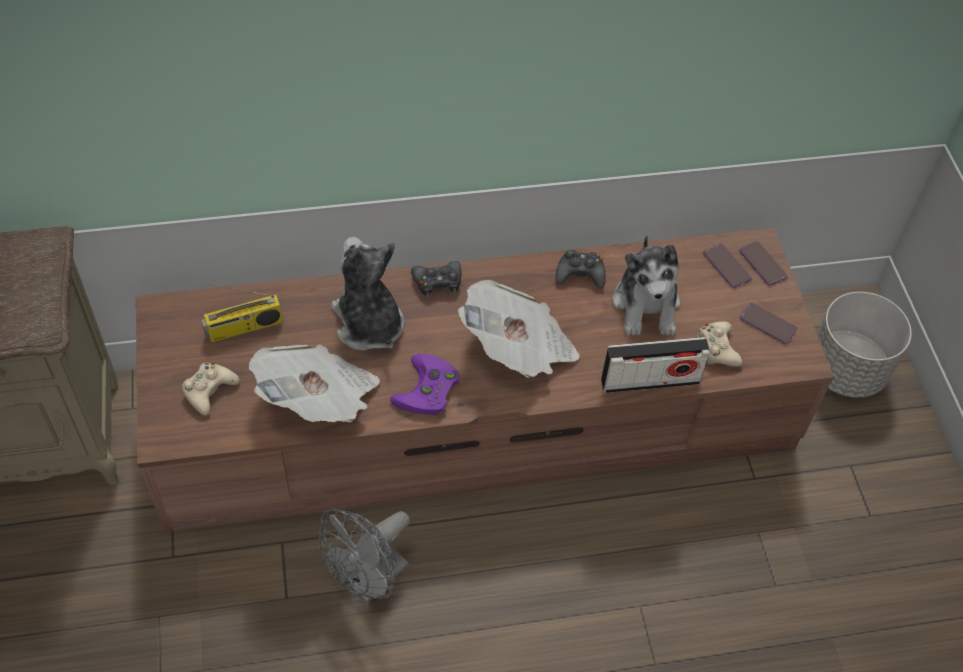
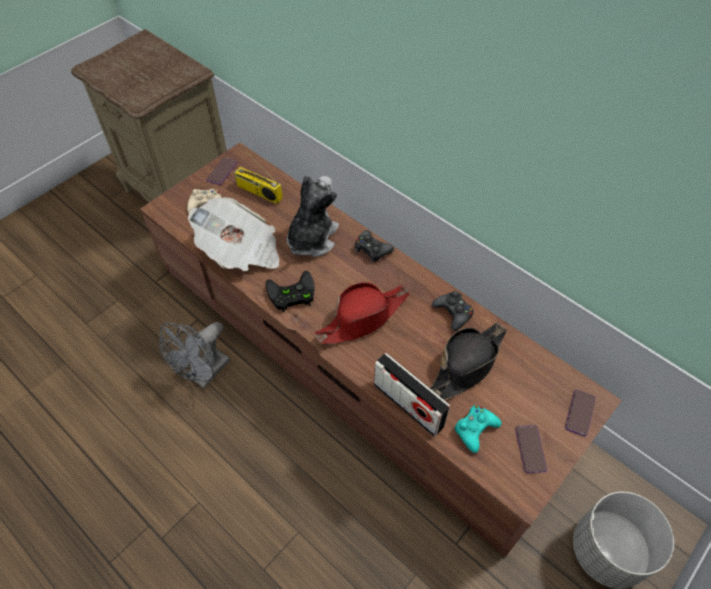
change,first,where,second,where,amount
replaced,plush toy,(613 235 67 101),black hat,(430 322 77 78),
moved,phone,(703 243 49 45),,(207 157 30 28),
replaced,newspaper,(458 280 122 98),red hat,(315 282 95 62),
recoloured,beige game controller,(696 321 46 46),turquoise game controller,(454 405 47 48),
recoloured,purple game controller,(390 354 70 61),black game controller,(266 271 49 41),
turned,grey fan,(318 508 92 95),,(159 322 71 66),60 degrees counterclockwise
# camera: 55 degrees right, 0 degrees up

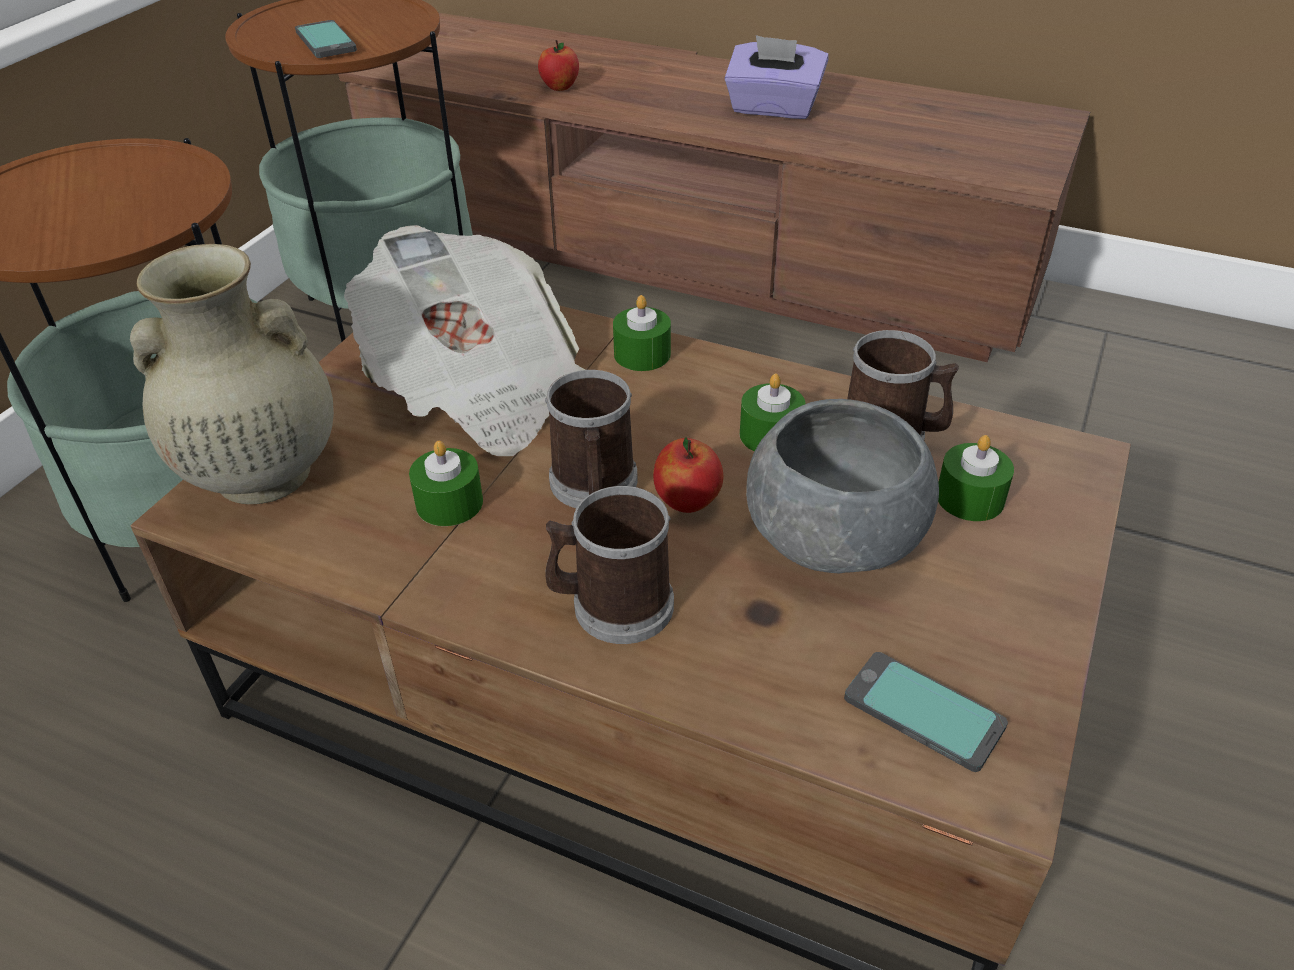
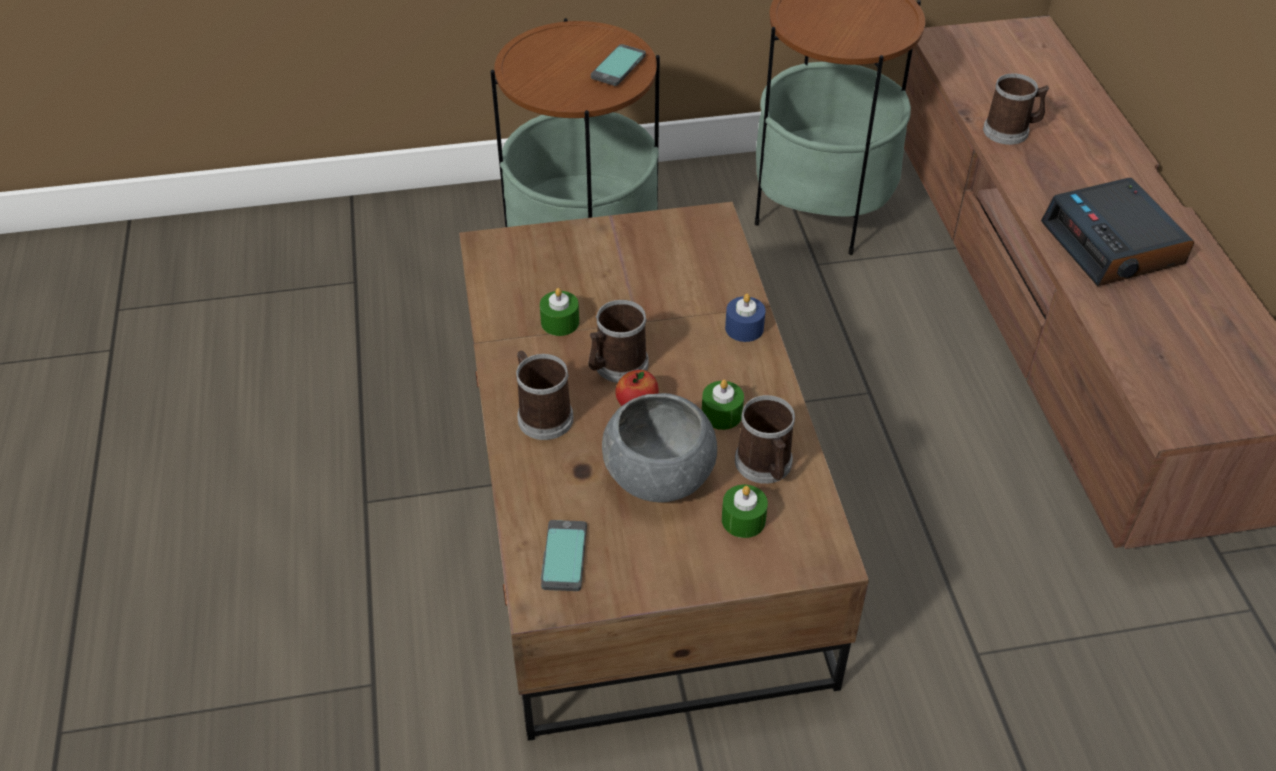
change,first,where,second,where,amount
moved,phone,(295 20 62 38),,(591 44 55 42),
replaced,purple tissue box,(724 35 105 84),alarm clock,(1041 178 153 108),
replaced,apple,(538 40 41 51),mug,(983 73 66 72),
removed,newspaper,(344 225 241 231),,,
removed,beige vase,(130 244 204 260),,,
recoloured,green candle,(613 295 58 76),blue candle,(725 294 41 48),
# camera: 55 degrees right, 5 degrees up

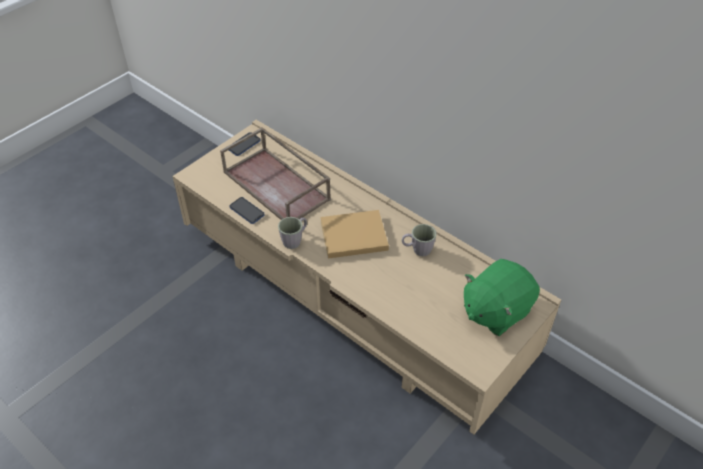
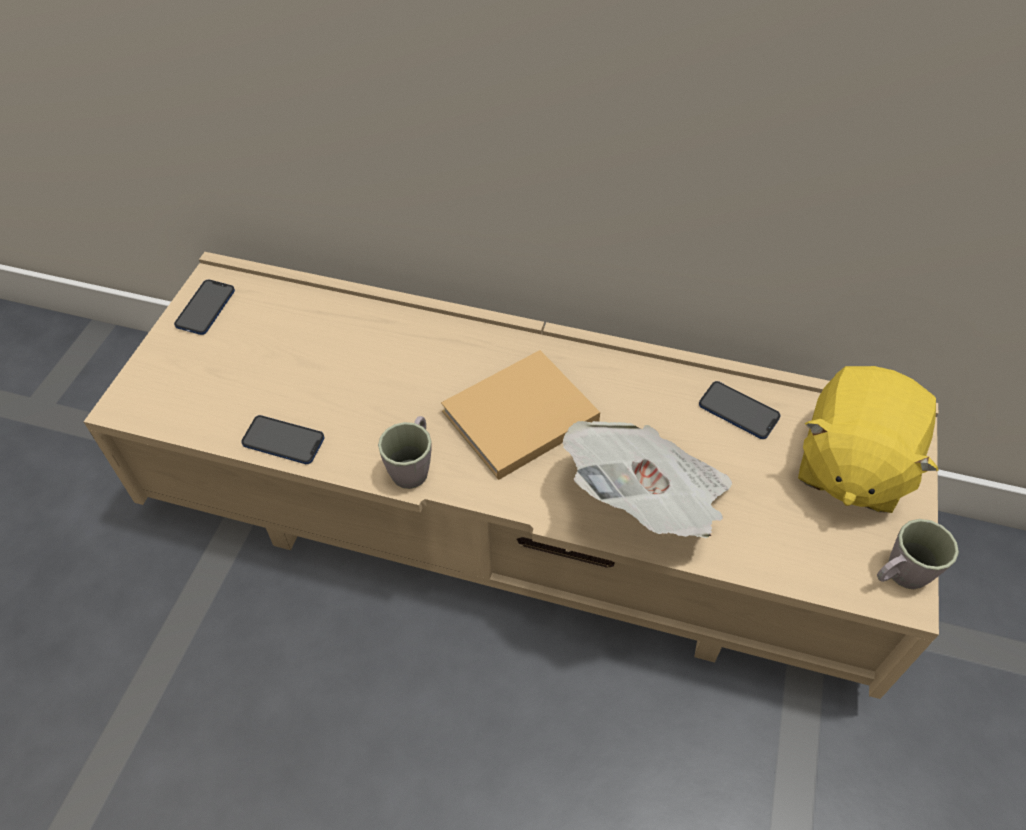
change,first,where,second,where,amount
removed,brown tray,(220 127 111 93),,,
moved,grey mug,(402 224 35 32),,(877 519 82 70),
recoloured,green plush toy,(464 259 76 77),yellow plush toy,(798 366 141 147),
added,,,phone,(699 381 81 58),
added,,,newspaper,(563 421 169 118),
# camera: 25 degrees left, 5 degrees up

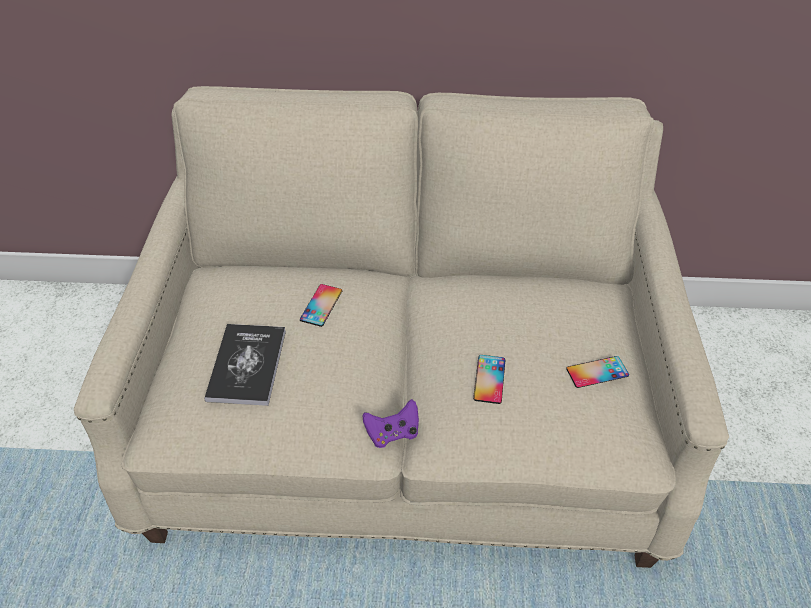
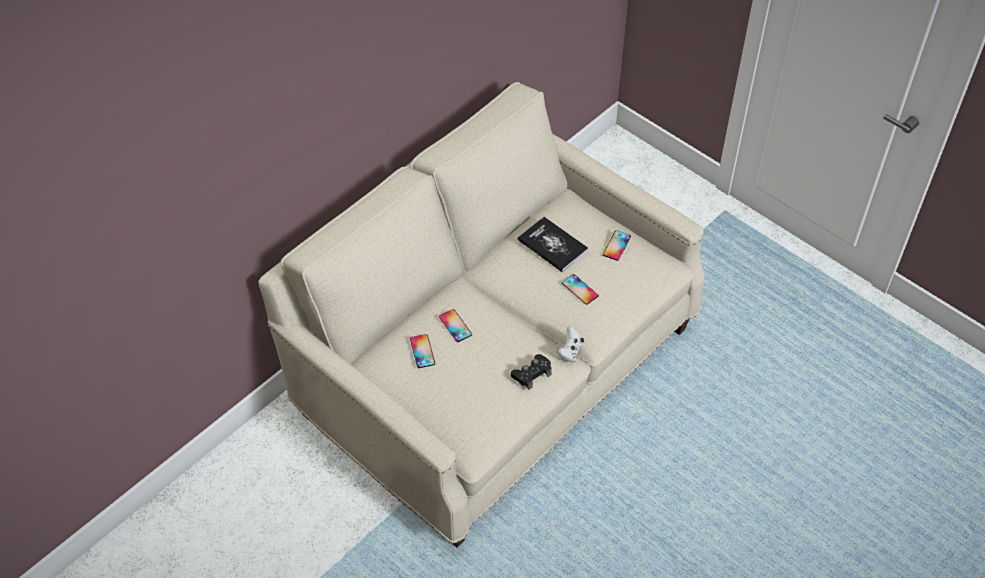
change,first,where,second,where,amount
moved,book,(204 324 82 82),,(518 217 70 55),
recoloured,purple game controller,(362 399 57 49),white game controller,(557 326 27 37),
added,,,phone,(410 334 25 34),
added,,,black game controller,(511 354 41 36),
# camera: 50 degrees left, 5 degrees up

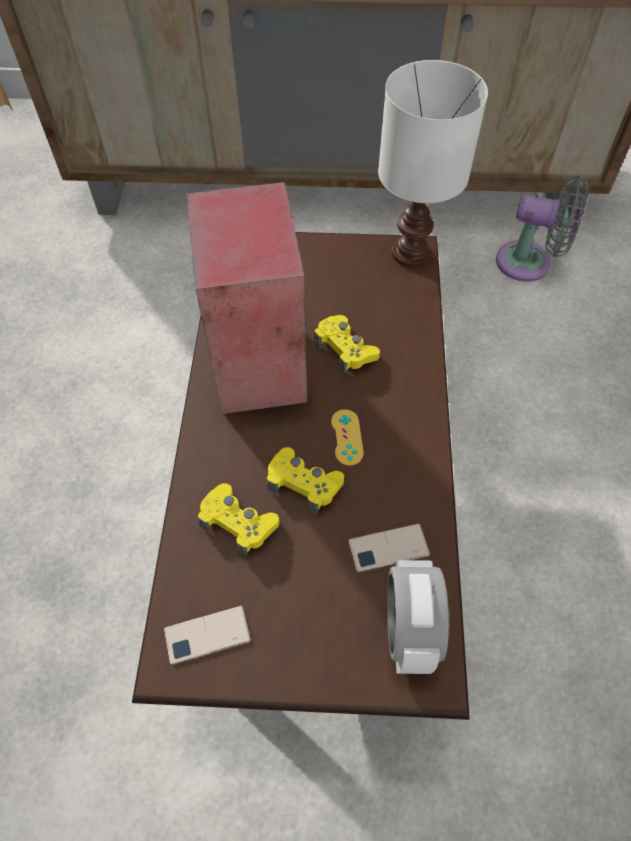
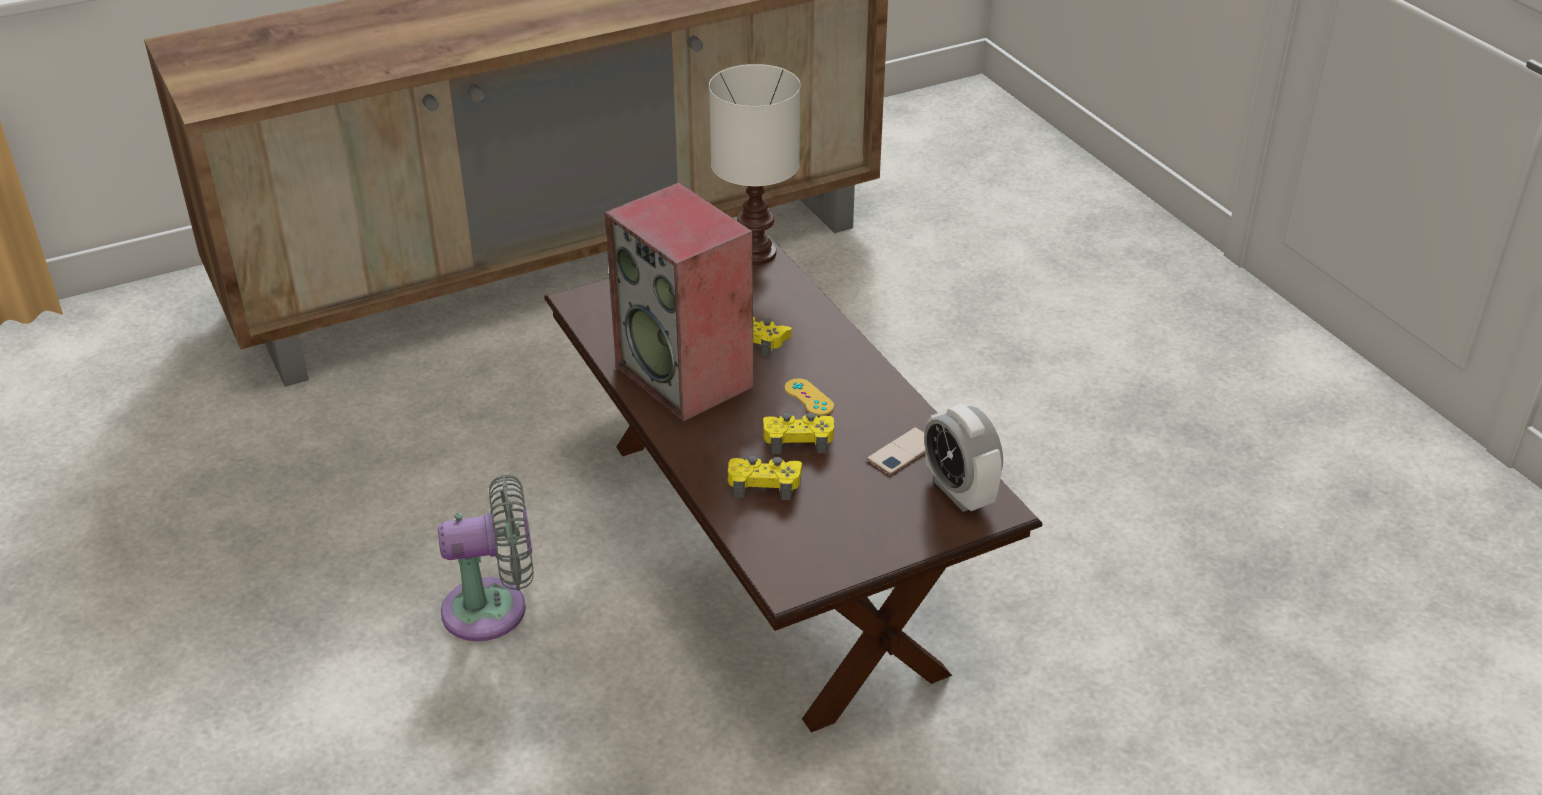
change,first,where,second,where,amount
moved,grey fan,(496 176 93 106),,(438 475 96 166),
removed,phone,(164 606 87 59),,,
# camera: 30 degrees left, 20 degrees down

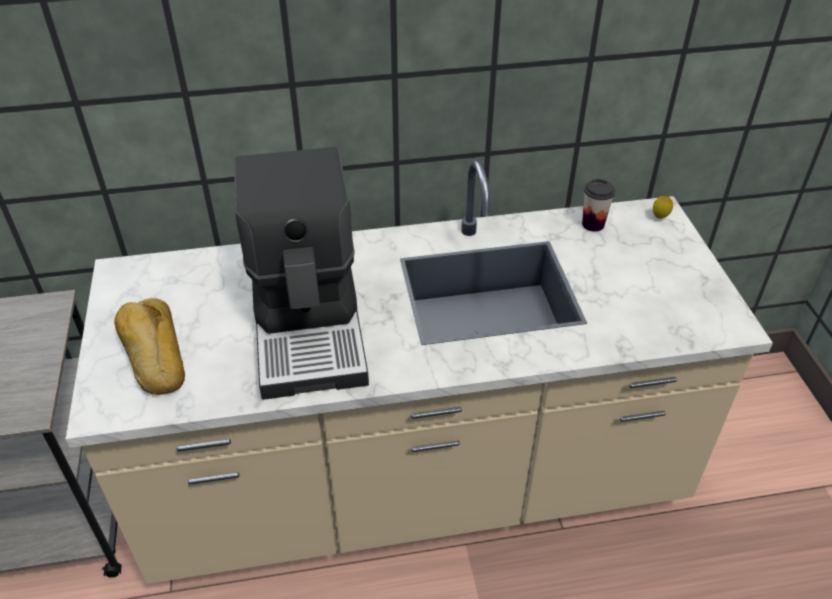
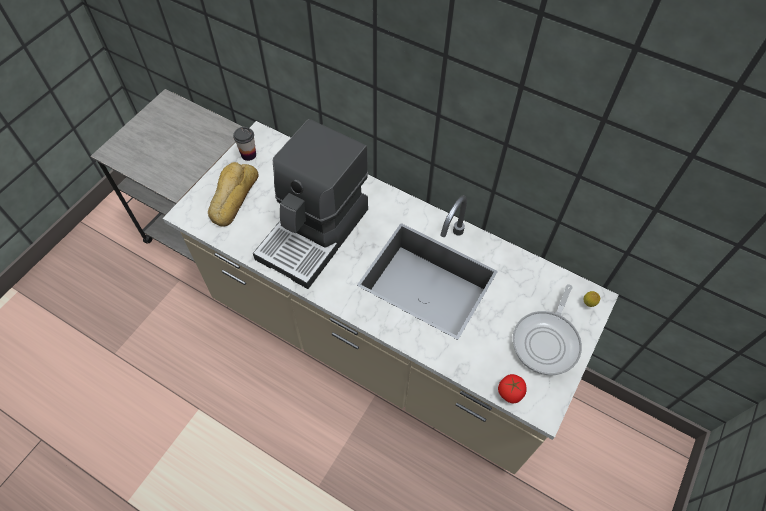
change,first,where,second,where,amount
moved,cup,(582 179 33 53),,(233 127 23 34),
added,,,frying pan,(513 284 69 91),
added,,,tomato,(498 374 29 29),
# camera: 40 degrees right, 15 degrees up

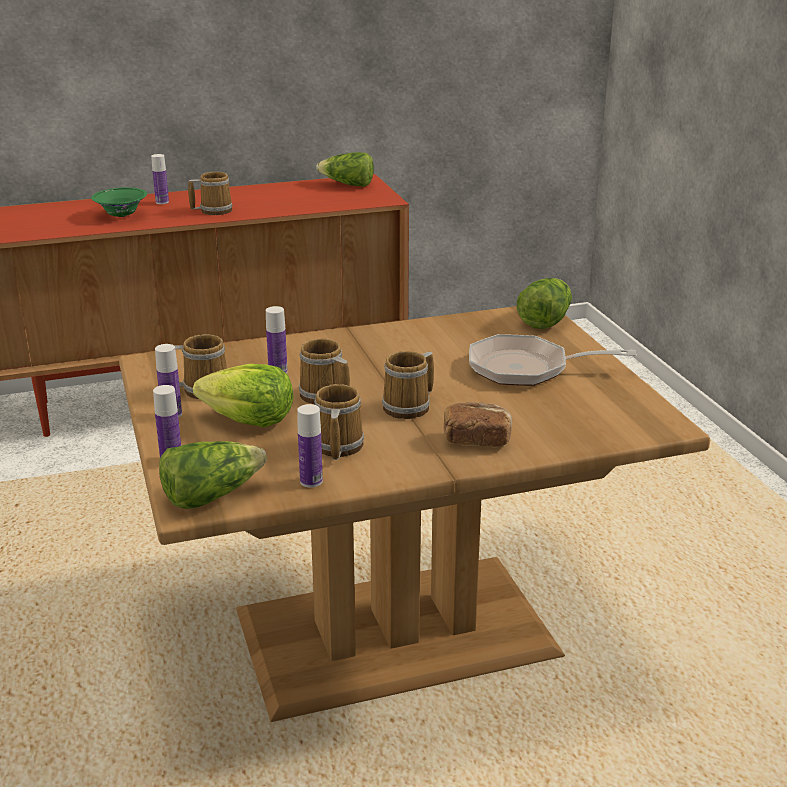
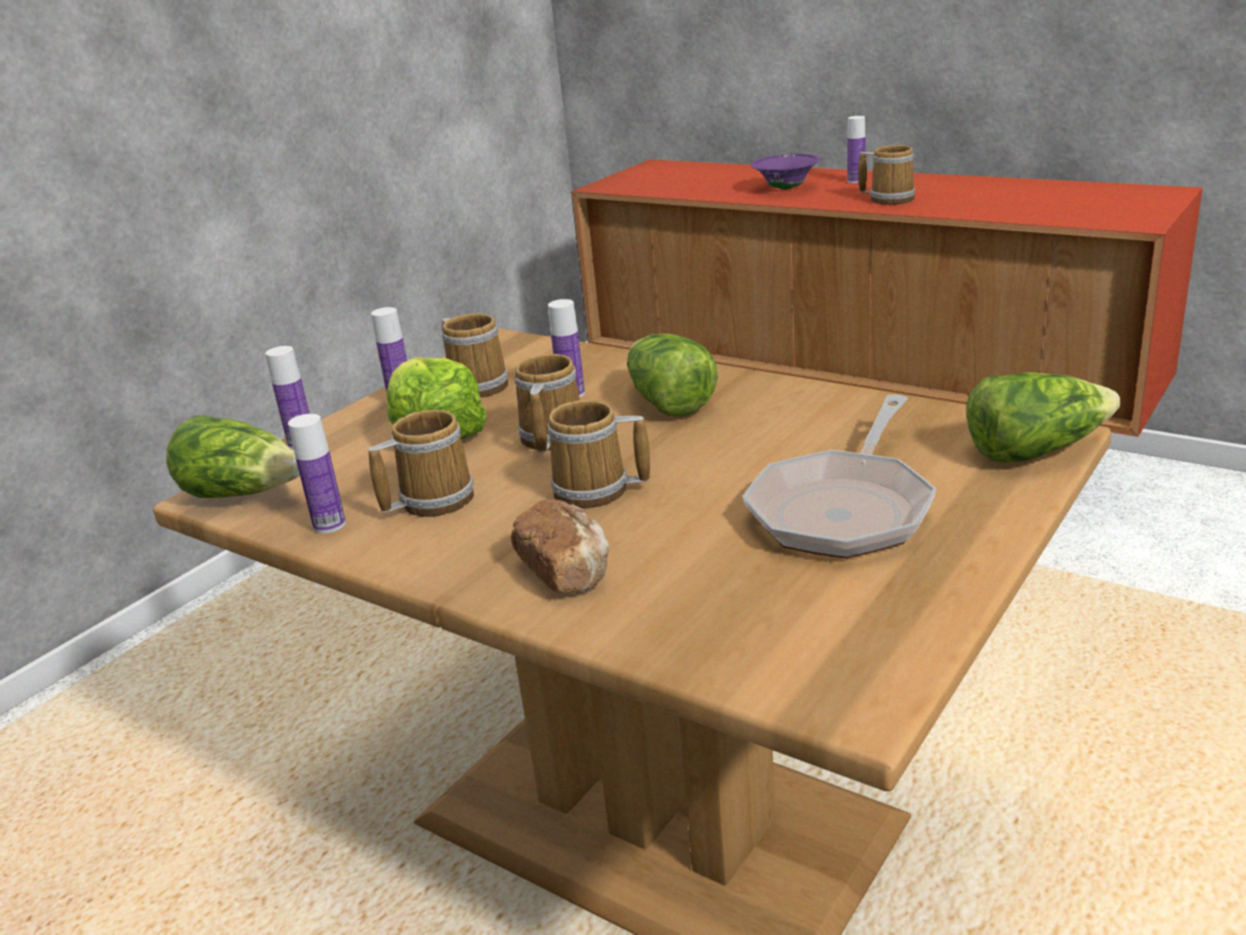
change,first,where,second,where,amount
moved,lettuce,(316 152 58 35),,(627 334 91 83),
recoloured,green bowl,(91 187 56 30),purple bowl,(751 154 69 36),
turned,frying pan,(469 334 167 52),,(742 394 194 165),120 degrees counterclockwise
# camera: 55 degrees right, 0 degrees up

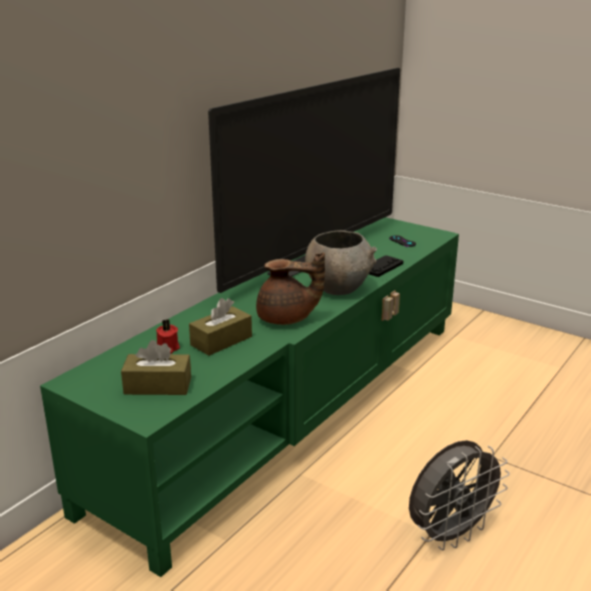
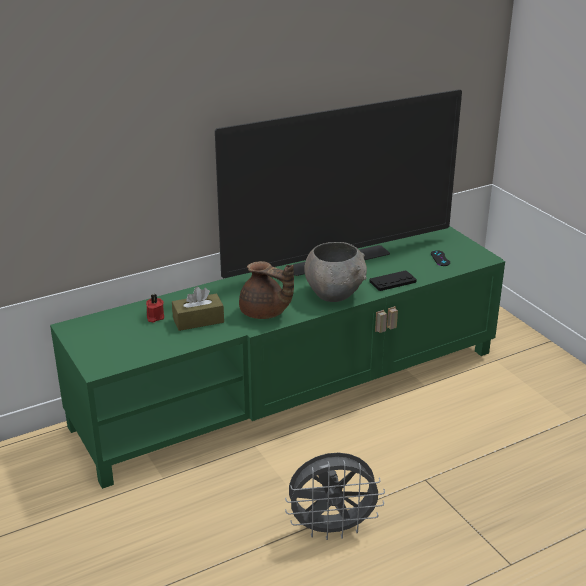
change,first,where,second,where,amount
removed,brown tissue box,(121 340 70 55),,,
# camera: 25 degrees right, 5 degrees up

